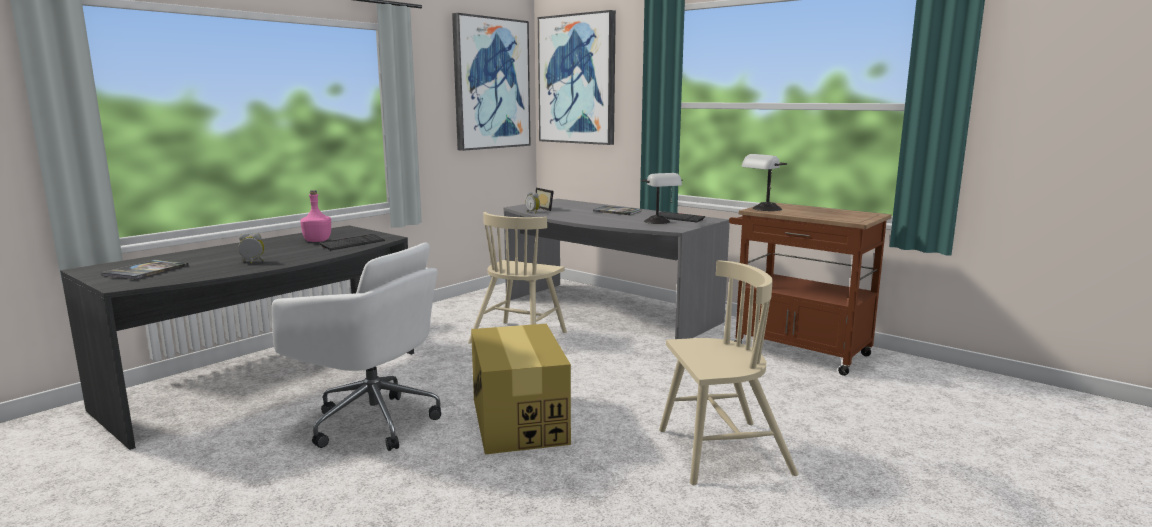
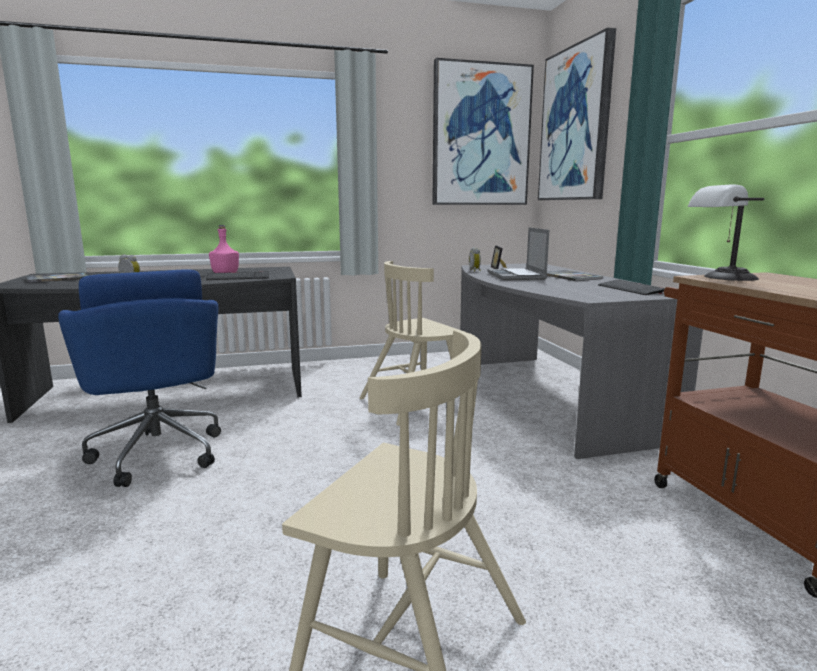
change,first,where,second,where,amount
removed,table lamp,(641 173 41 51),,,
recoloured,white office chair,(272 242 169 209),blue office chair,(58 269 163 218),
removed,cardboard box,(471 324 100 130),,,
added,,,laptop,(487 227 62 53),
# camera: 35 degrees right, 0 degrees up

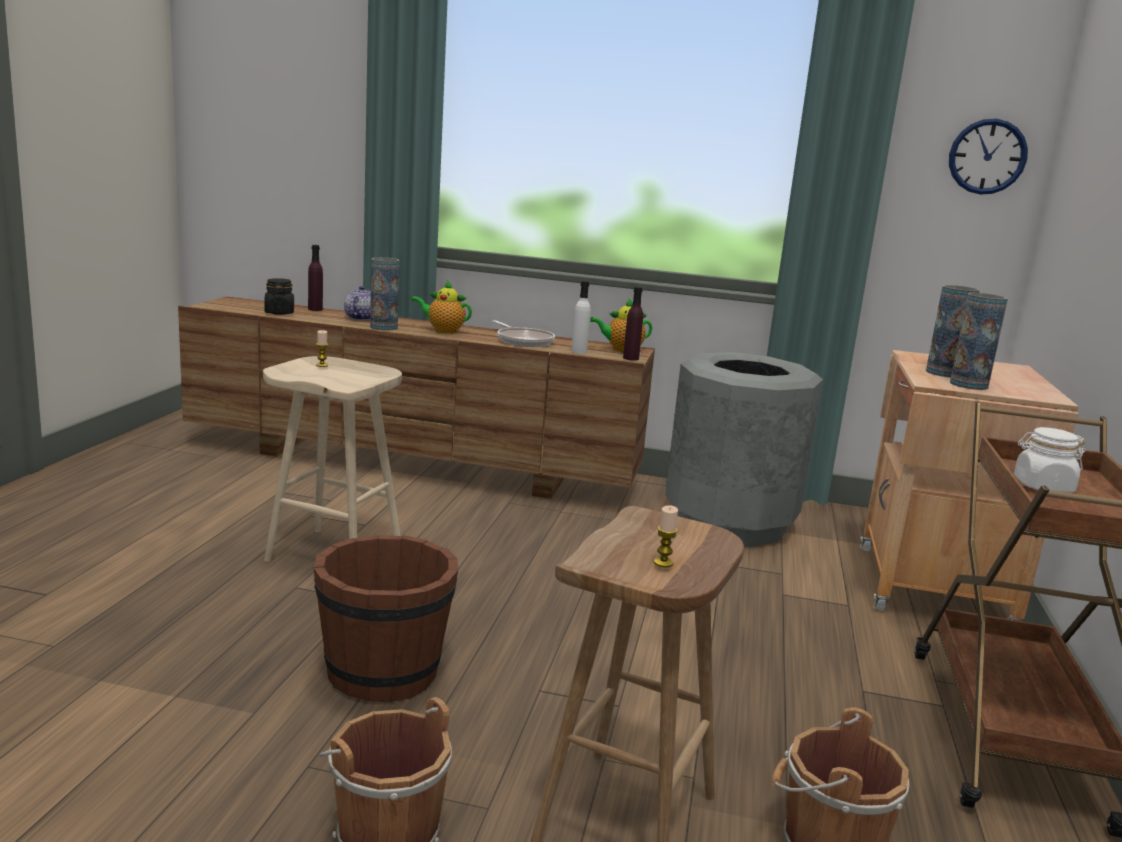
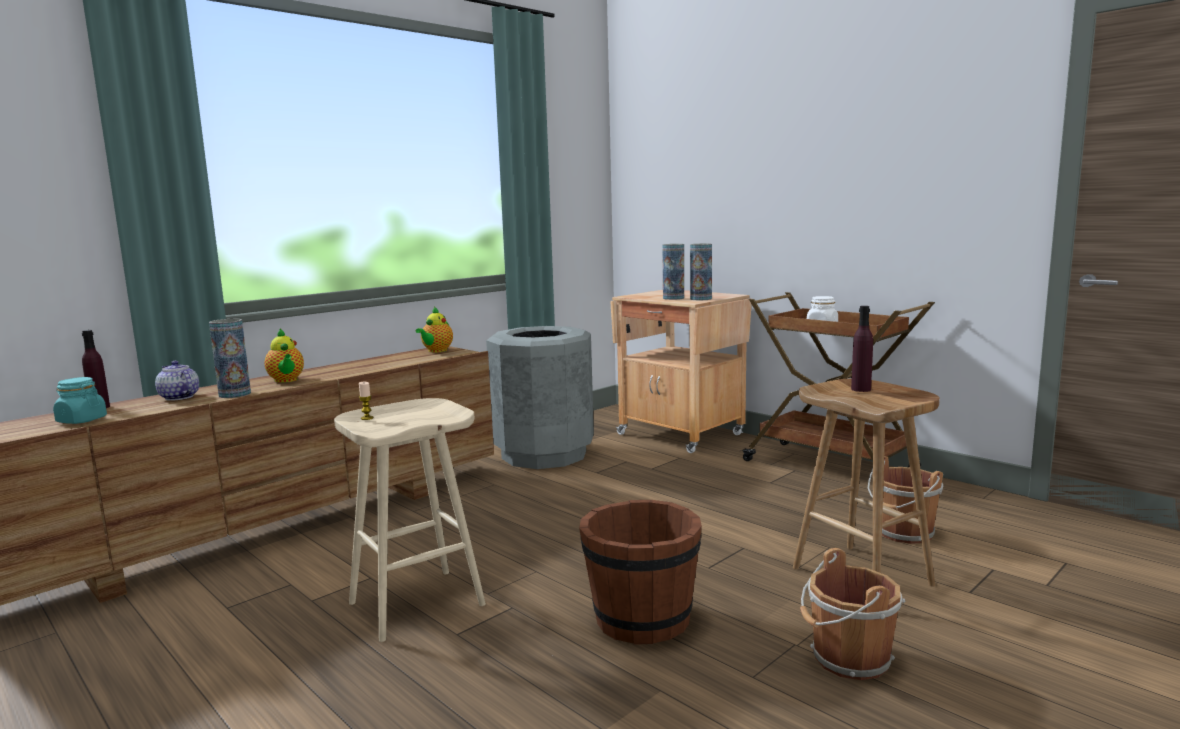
change,first,where,second,where,amount
removed,wall clock,(949 118 79 77),,,
recoloured,black jar,(264 278 30 37),turquoise jar,(53 377 54 47),
turned,teapot,(411 280 61 54),,(264 328 40 55),75 degrees counterclockwise
removed,white bottle,(571 281 20 73),,,
moved,purple bottle,(623 287 20 74),,(851 306 22 86),
removed,frying pan,(492 321 63 26),,,
removed,candle,(654 505 24 63),,,
# camera: 55 degrees left, 5 degrees down

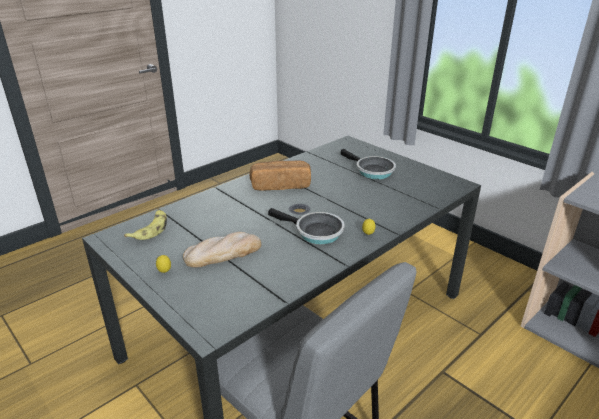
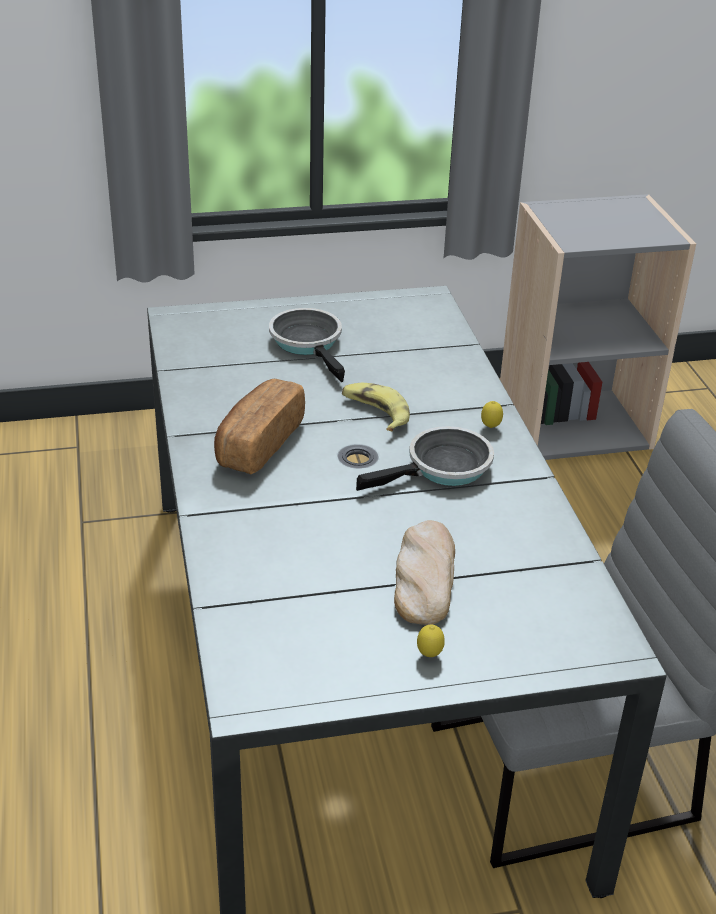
change,first,where,second,where,amount
turned,frying pan,(341 149 55 30),,(269 308 76 74),105 degrees counterclockwise
moved,banana,(124 210 43 30),,(342 383 68 49),
# camera: 60 degrees left, 5 degrees up

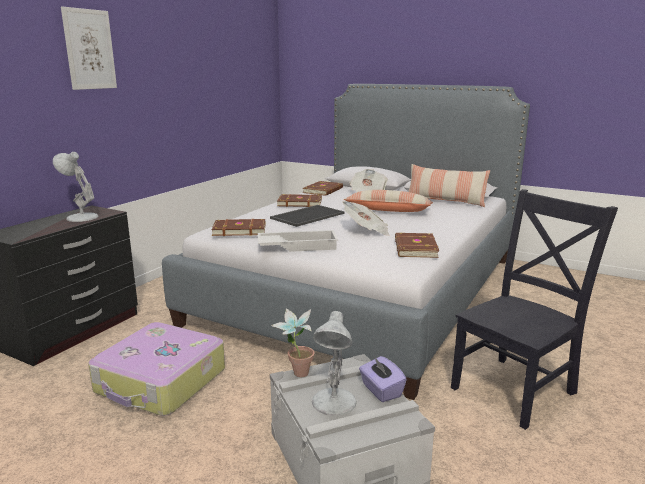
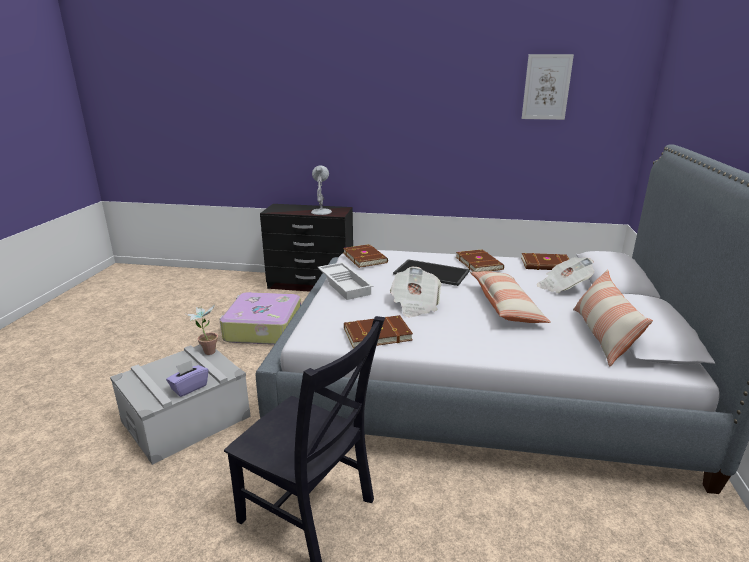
change,first,where,second,where,amount
moved,picture,(61 6 56 84),,(522 54 52 66),
removed,white table lamp,(312 311 45 105),,,
# camera: 70 degrees right, 5 degrees up

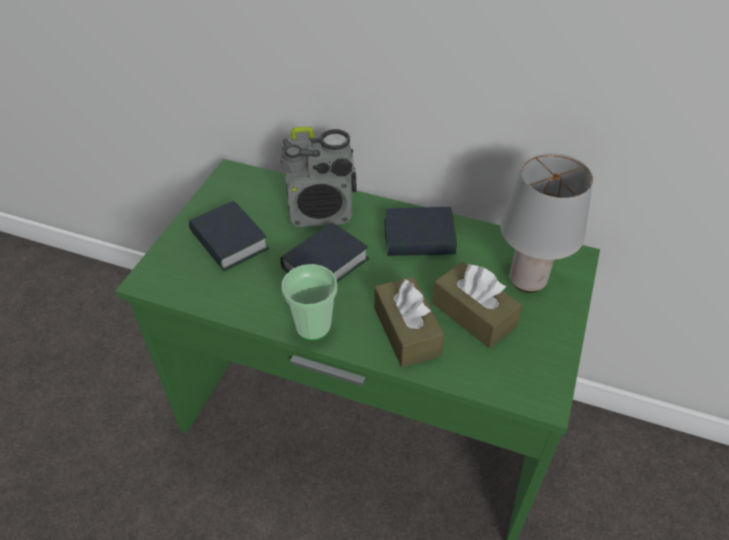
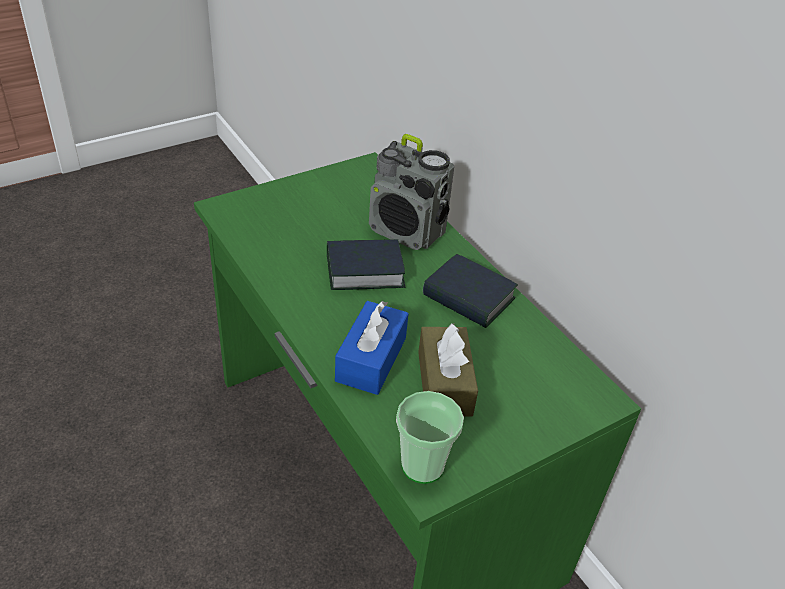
change,first,where,second,where,amount
removed,grey table lamp,(500 153 93 140),,,
removed,book,(189 201 80 70),,,
moved,cup,(282 264 55 77),,(396 391 68 93),
recoloured,brown tissue box,(374 277 71 90),blue tissue box,(335 301 74 94),
# camera: 35 degrees right, 5 degrees down

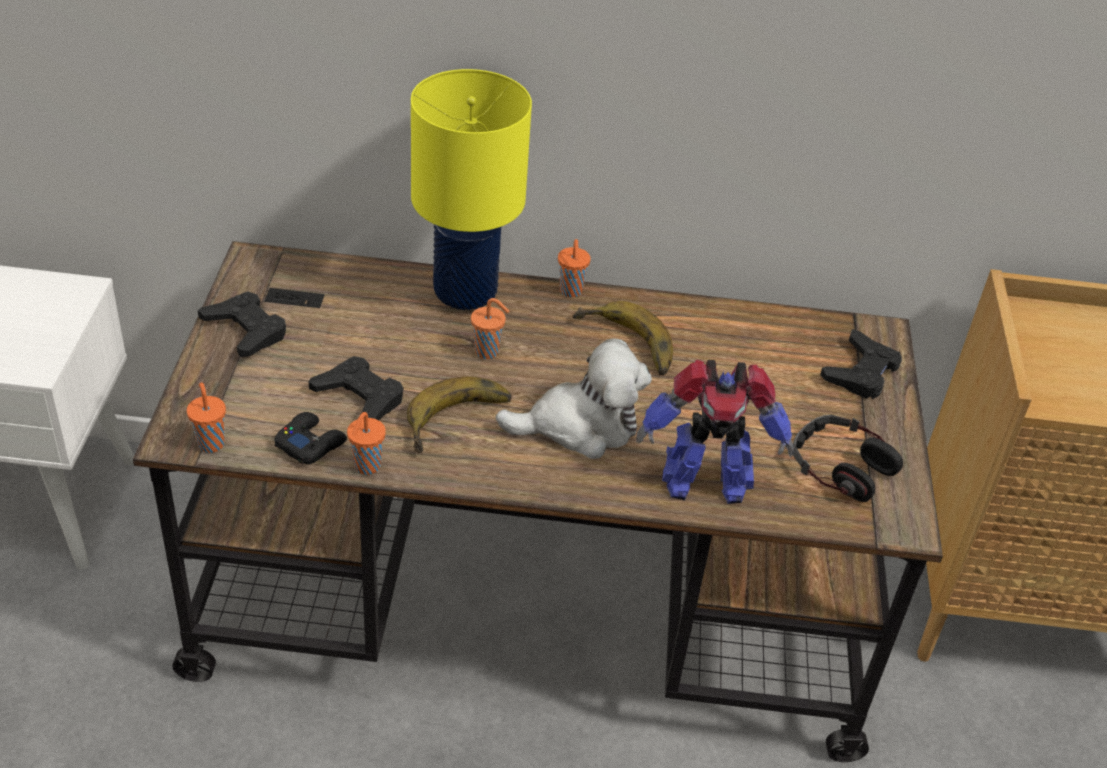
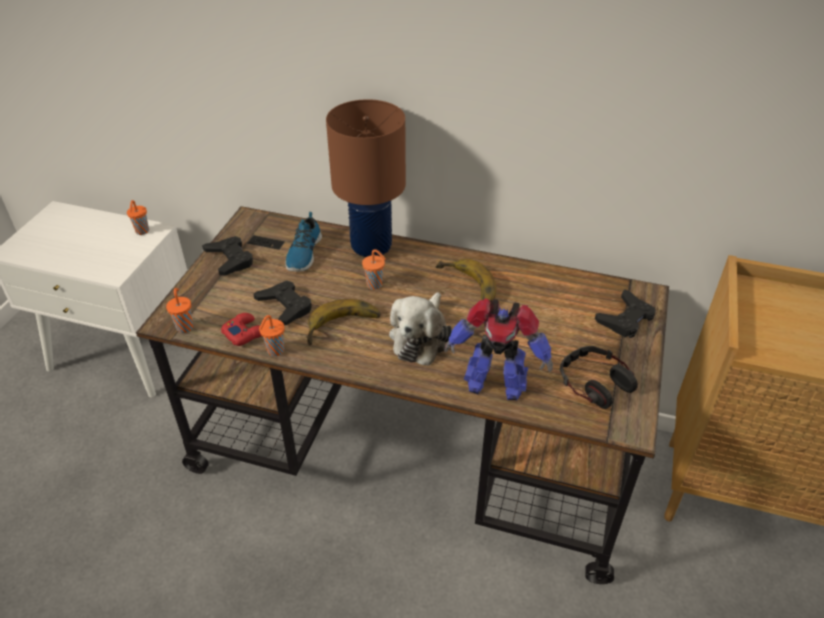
change,first,where,second,where,amount
recoloured,yellow table lamp,(411 69 121 241),brown table lamp,(326 99 80 158),
moved,orange cup,(558 239 33 58),,(127 200 22 35),
turned,plush toy,(496 338 156 121),,(389 292 63 74),105 degrees clockwise
recoloured,black game controller,(275 412 72 52),red game controller,(221 313 41 33),
added,,,shoe,(285 212 37 60),
# camera: 15 degrees right, 0 degrees up

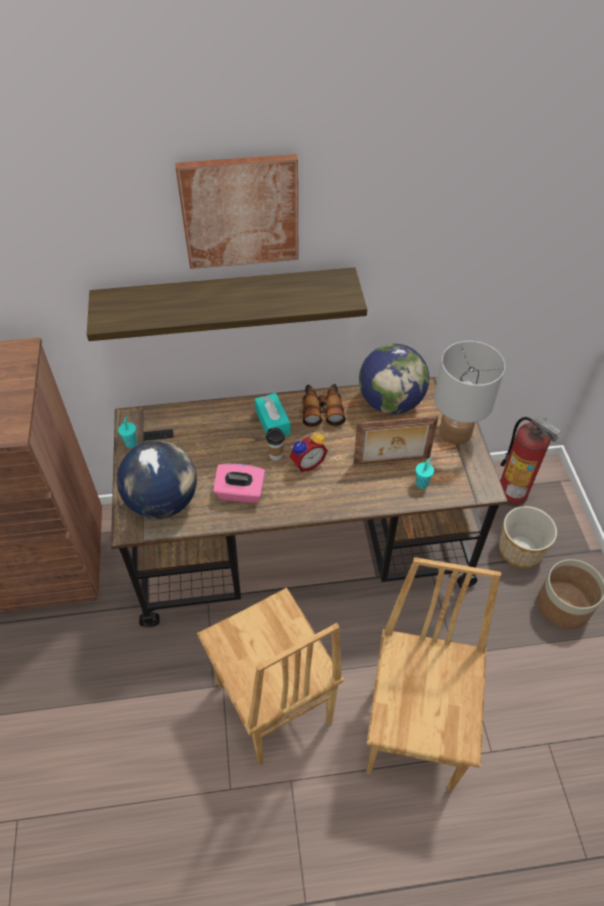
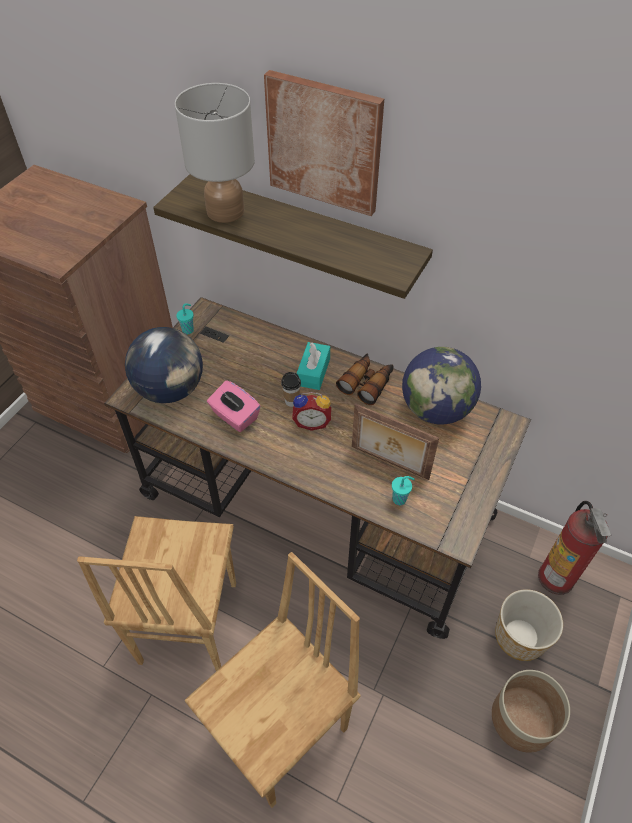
change,first,where,second,where,amount
moved,grey table lamp,(434 341 71 104),,(175 83 80 140),
# camera: 35 degrees right, 0 degrees up

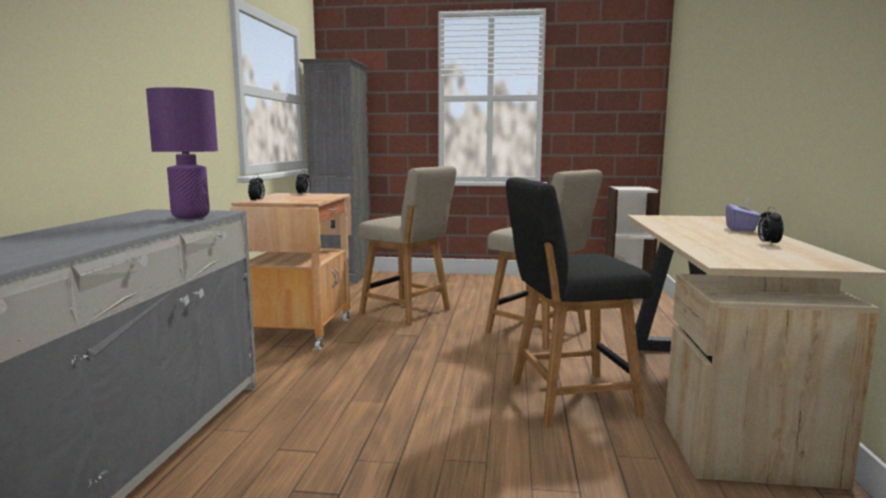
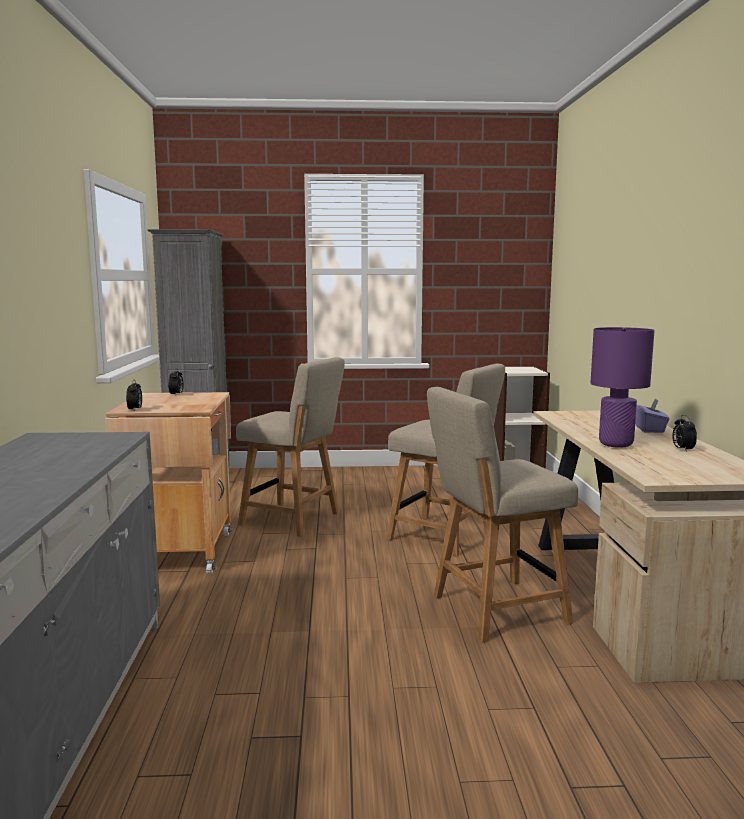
change,first,where,second,where,amount
moved,purple table lamp,(146 87 72 132),,(590 327 65 121),
recoloured,black chair,(506 178 146 248),beige chair,(427 387 151 256),
# camera: 10 degrees left, 0 degrees up

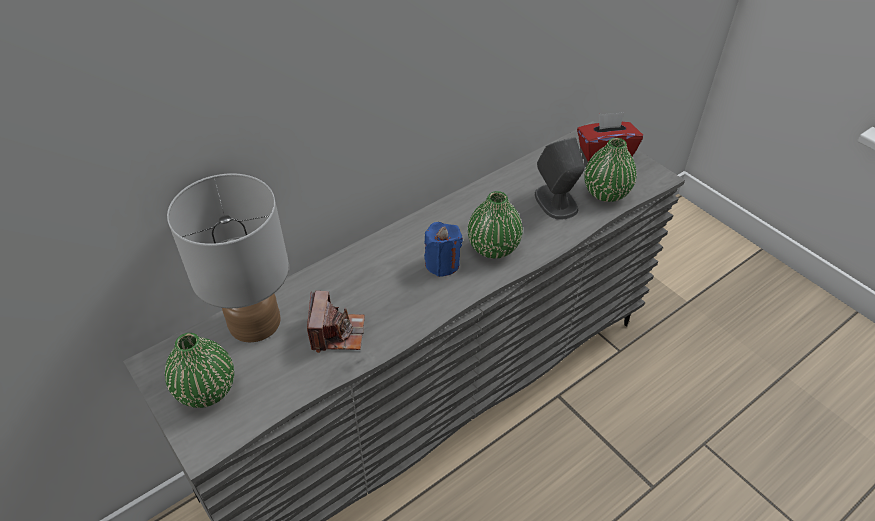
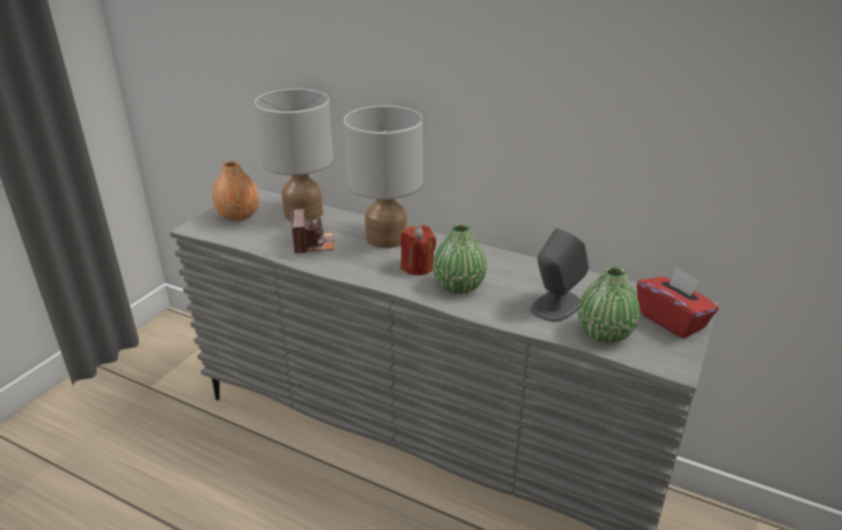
change,first,where,second,where,amount
recoloured,blue candle,(424 222 39 55),red candle,(401 225 35 50),
turned,photo camera,(307 291 58 62),,(290 209 45 45),75 degrees counterclockwise
recoloured,green vase,(165 333 69 75),orange vase,(212 161 47 60),
added,,,grey table lamp,(344 106 79 142),
# camera: 65 degrees right, 15 degrees down

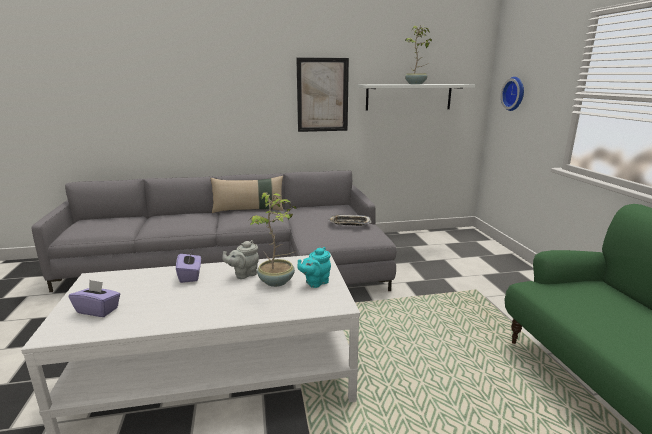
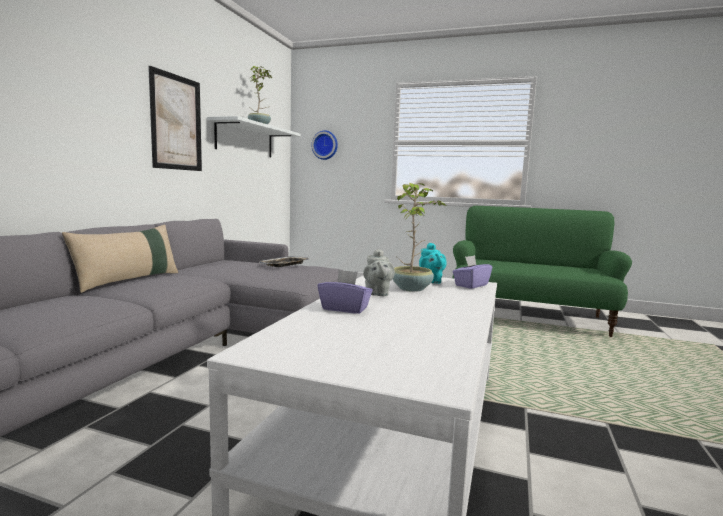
change,first,where,second,where,amount
moved,purple tissue box,(69 280 51 37),,(453 255 39 34),
# camera: 60 degrees left, 10 degrees down

